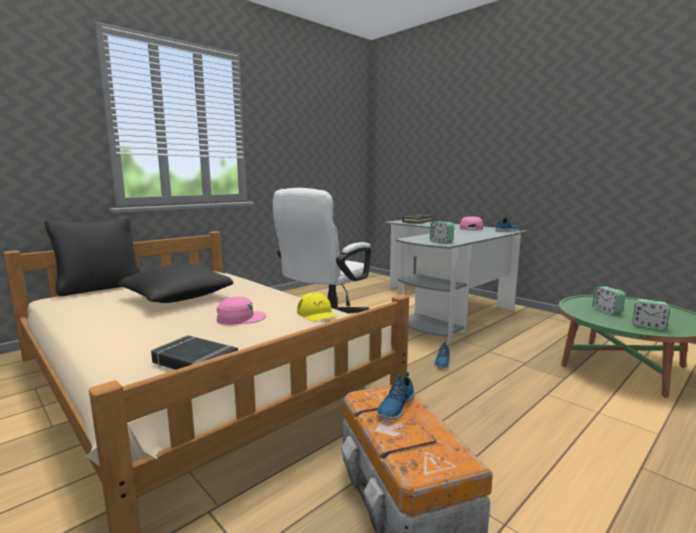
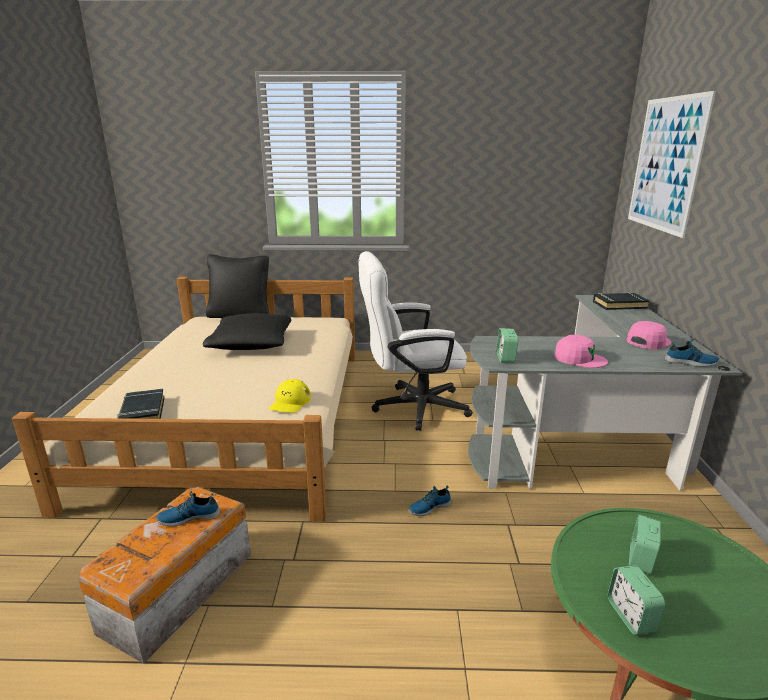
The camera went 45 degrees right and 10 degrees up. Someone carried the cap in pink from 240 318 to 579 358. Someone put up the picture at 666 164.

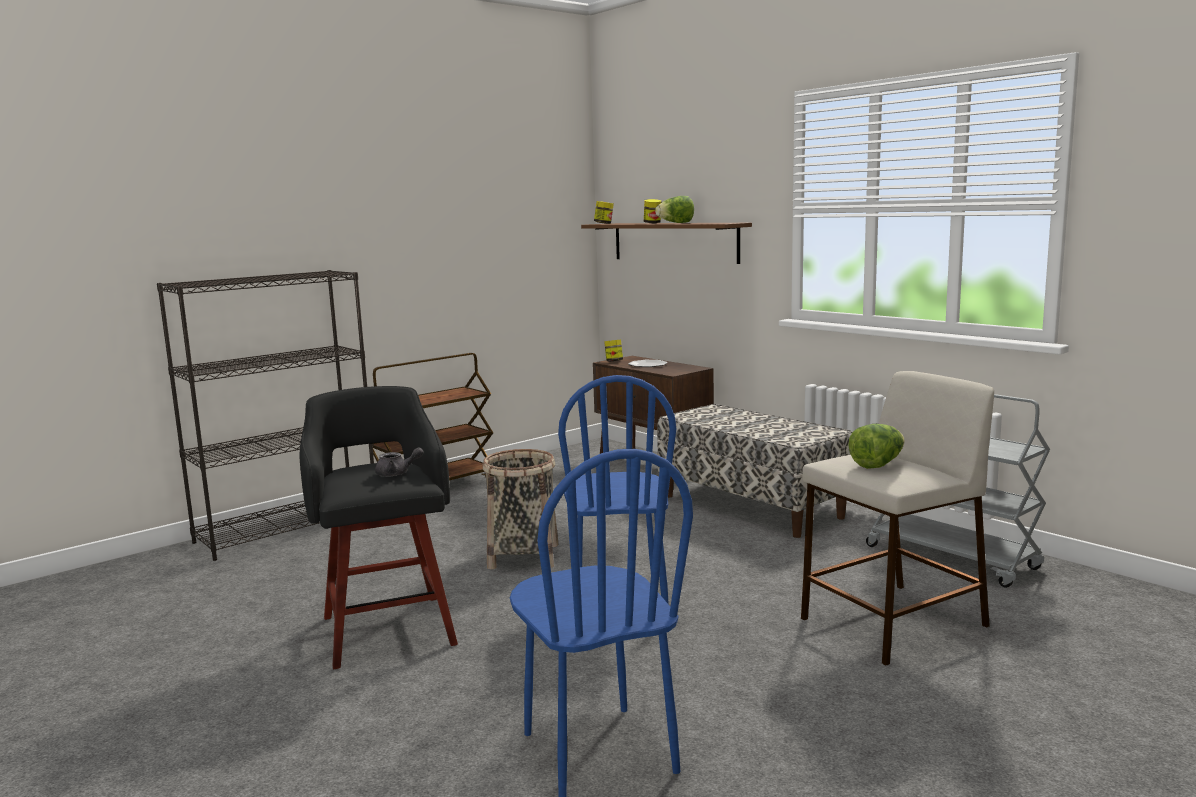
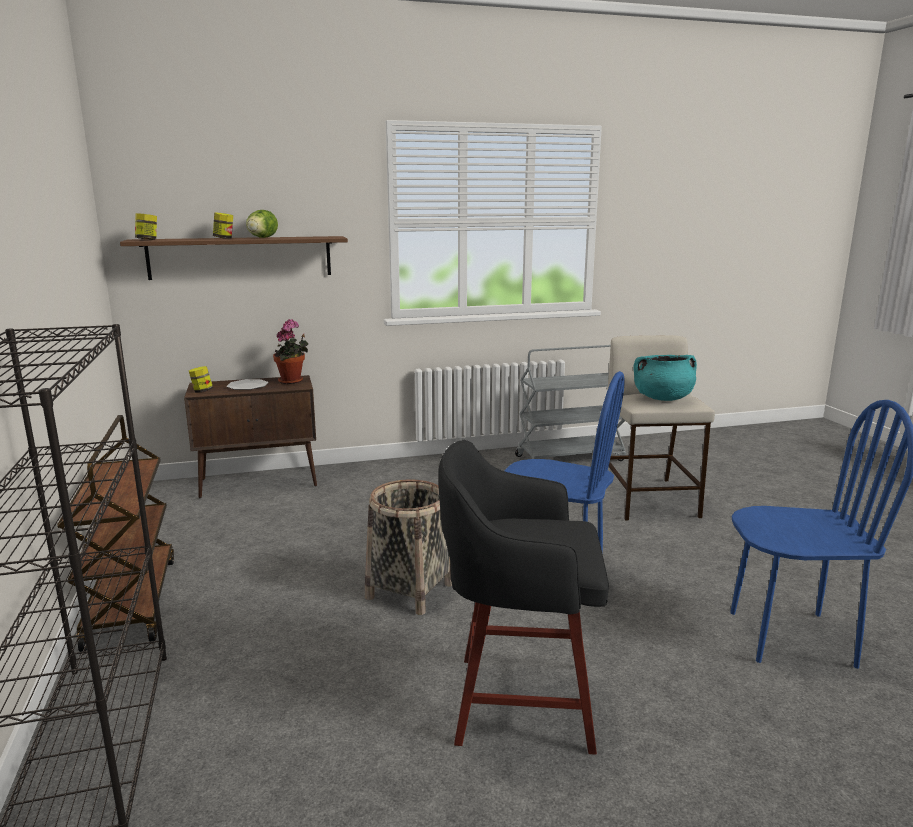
The camera went 65 degrees left and 5 degrees up. Someone put down the potted plant at 292 381. Someone swapped the lettuce at 877 464 for the cooking pot in turquoise at 662 398. Someone took away the teapot in grey at 397 473. Someone took away the bench at 751 506.

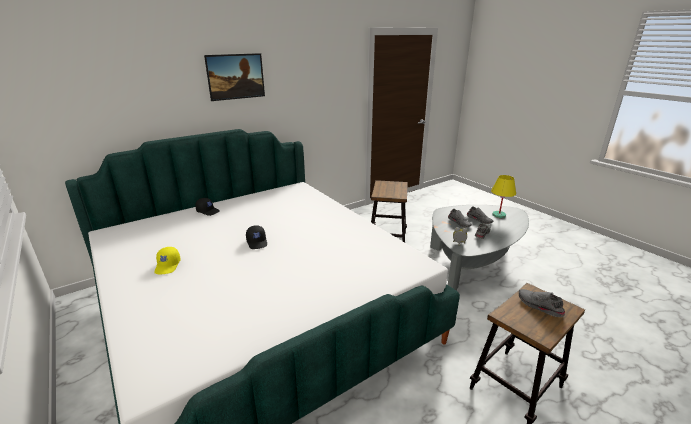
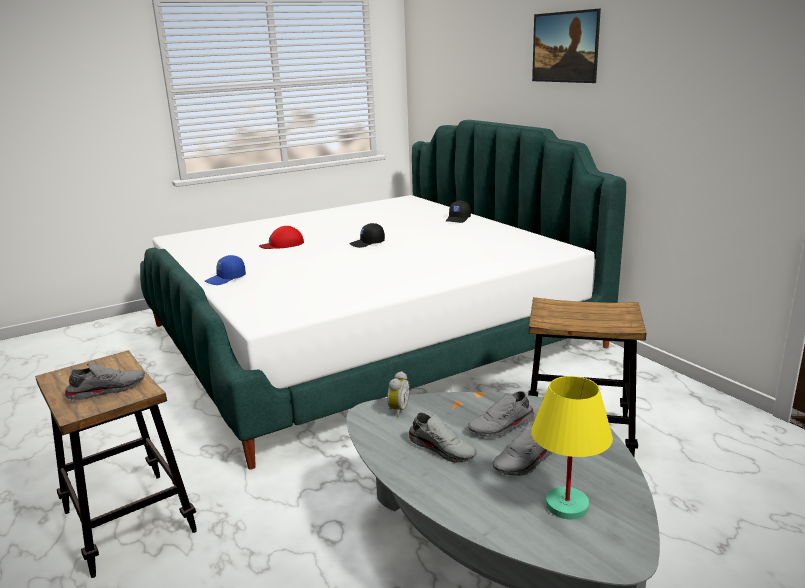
The camera went 95 degrees right and 5 degrees down. Someone put down the cap in blue at 226 279. Someone put down the cap in red at 282 244. Someone took away the cap in yellow at 168 266.

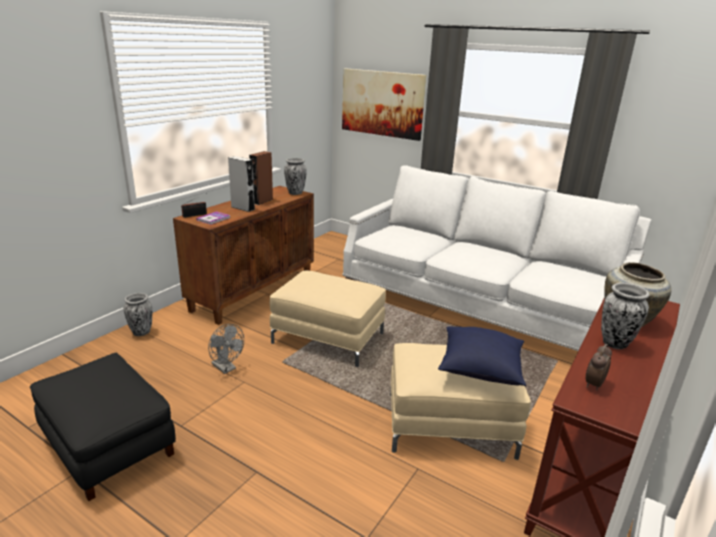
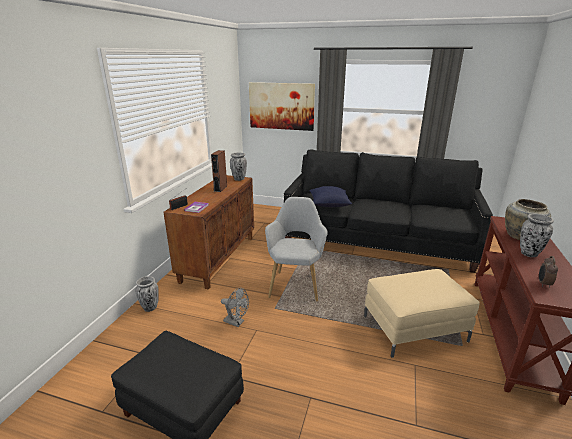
The camera went 15 degrees left and 0 degrees up. Someone swapped the ottoman in beige at 328 338 for the armchair in grey at 295 283. Someone repainted the sofa in white at 478 304, which became the sofa in black at 377 240. Someone carried the pillow in blue from 480 369 to 329 204. Someone took away the speaker in grey at 243 208.

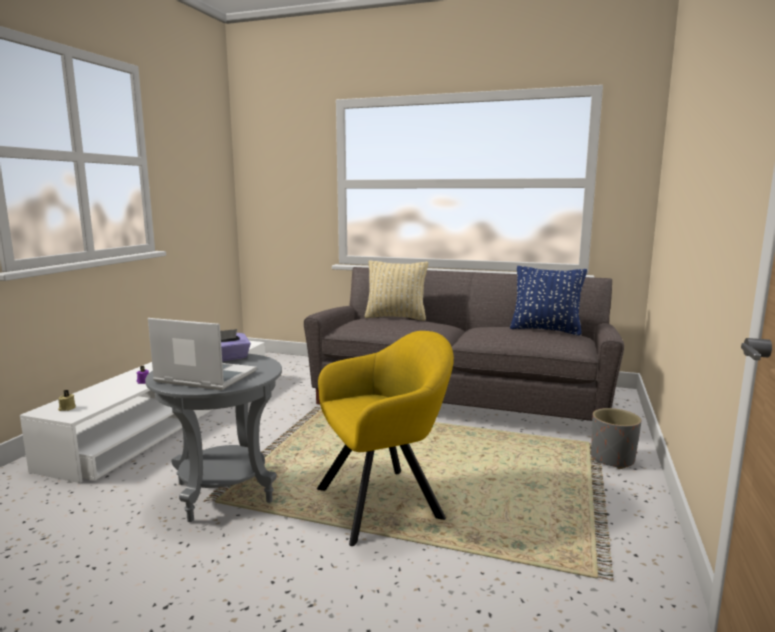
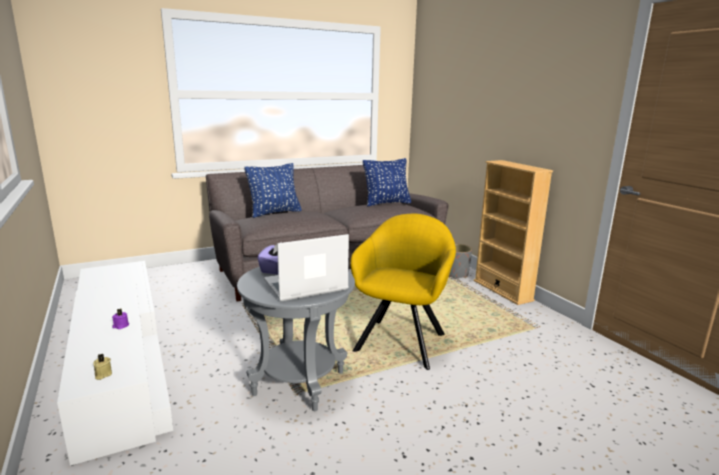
The camera went 45 degrees left and 5 degrees up. Someone repainted the pillow in beige at 396 317, which became the pillow in blue at 274 213. Someone put down the bookcase in beige at 502 290.

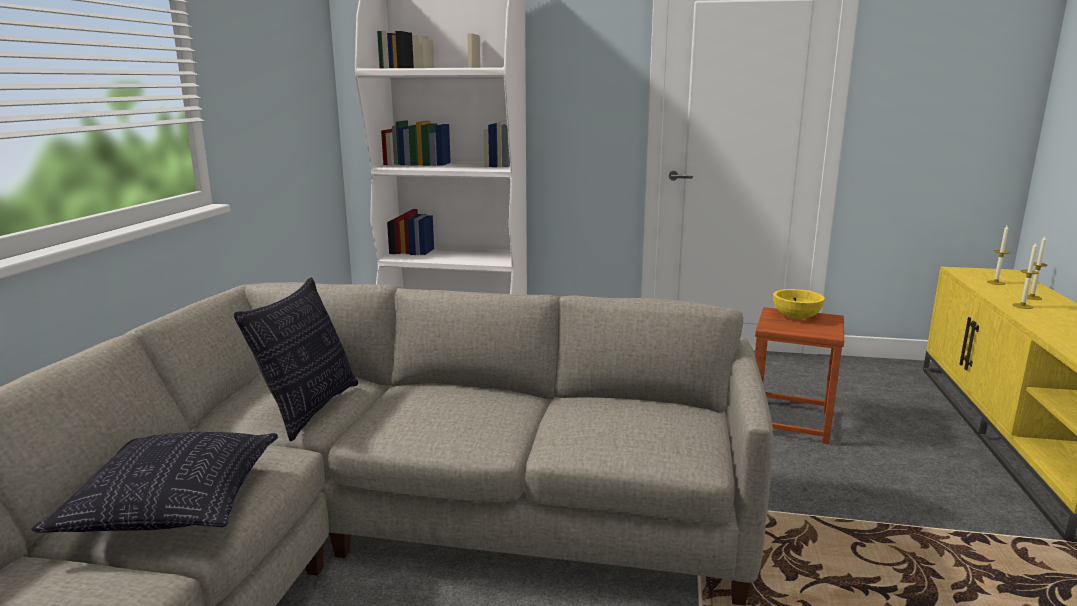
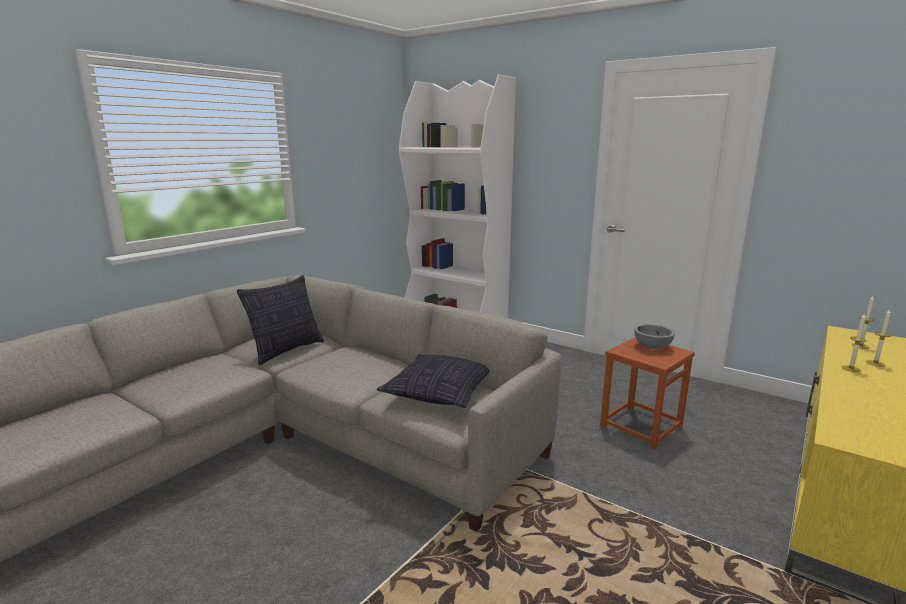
The camera went 25 degrees right and 0 degrees up. Someone carried the pillow from 174 505 to 439 393. Someone repainted the bowl in yellow at 796 316, which became the bowl in grey at 652 346.

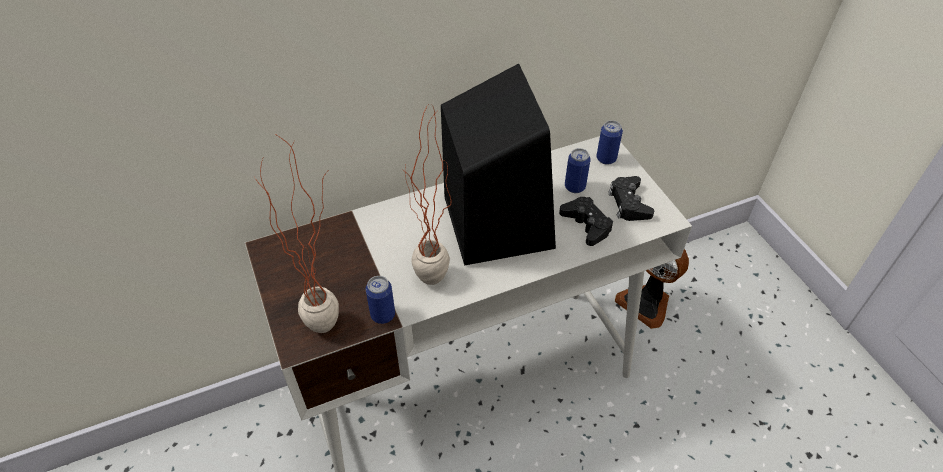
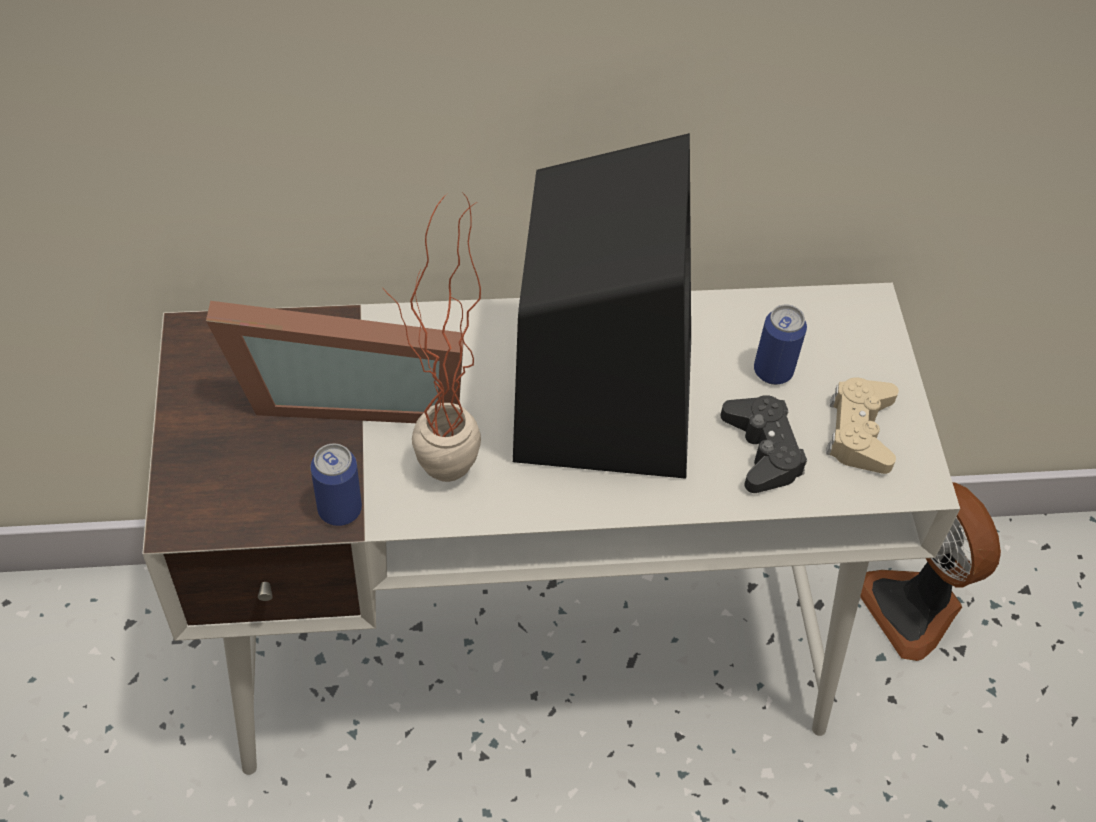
The camera went 15 degrees right and 5 degrees up. Someone put down the picture frame at 349 392. Someone repainted the game controller in black at 629 203, which became the game controller in beige at 860 431. Someone took away the potted plant at 330 316. Someone took away the can at 606 158.

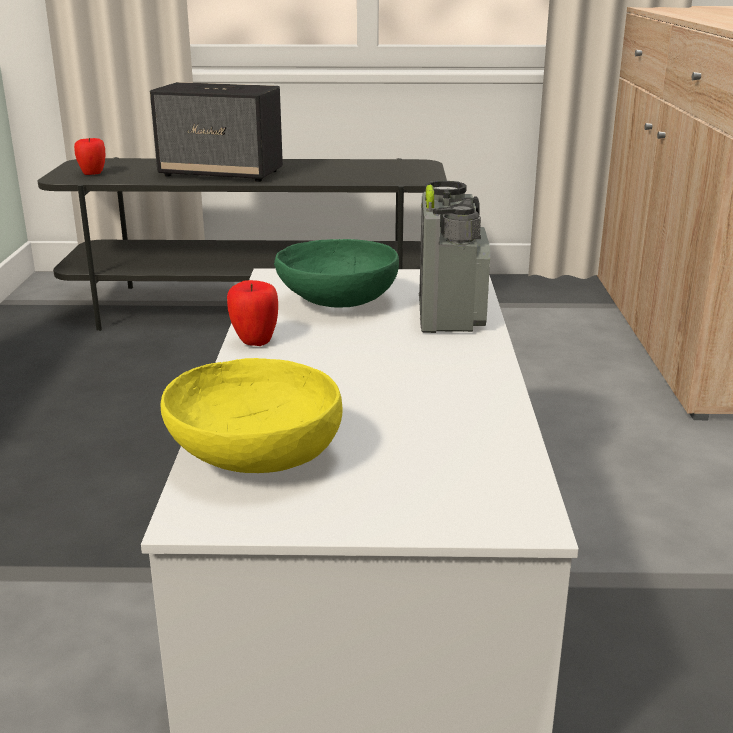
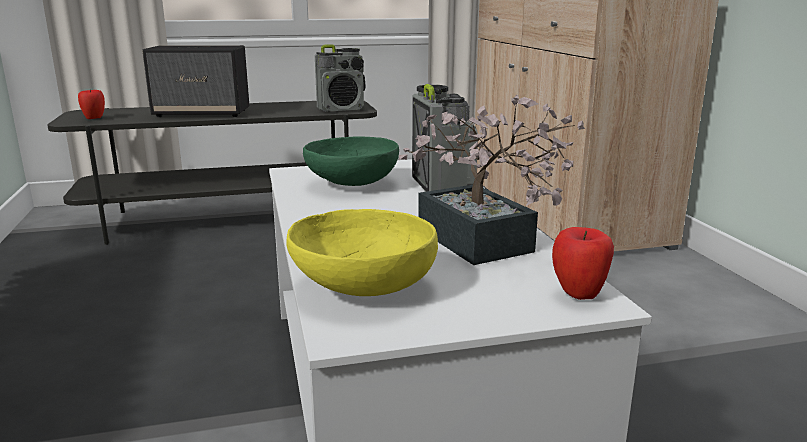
The camera went 15 degrees left and 5 degrees down. Someone put down the radio at 341 109. Someone put down the potted plant at 480 245. Someone carried the apple from 254 342 to 578 295.

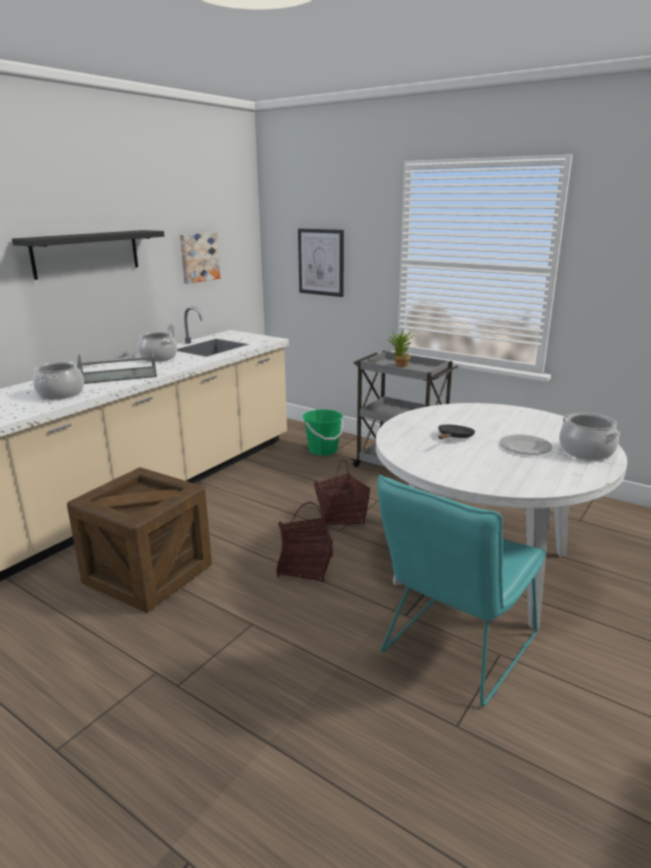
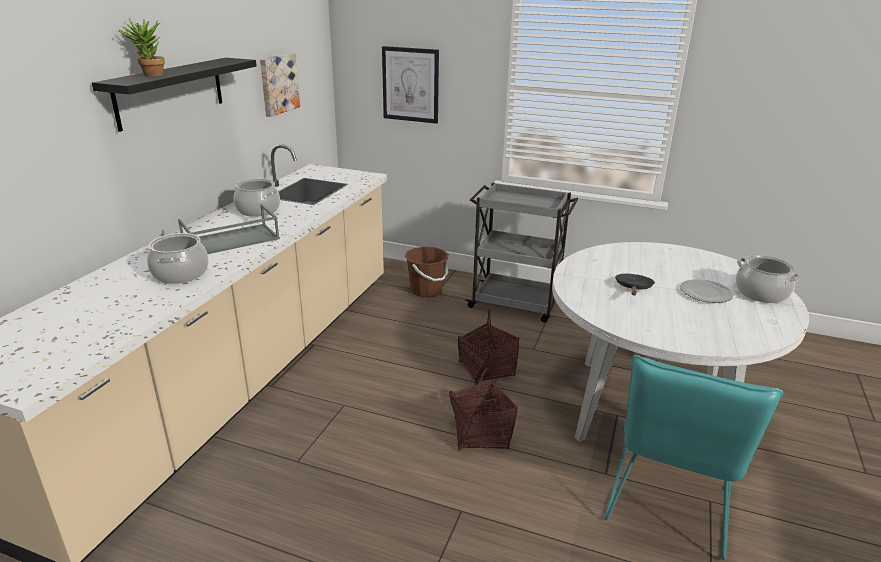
The camera went 15 degrees left and 5 degrees up. Someone carried the potted plant from 399 366 to 149 75. Someone repainted the bucket in green at 323 450, which became the bucket in brown at 426 291. Someone took away the crate at 148 574.

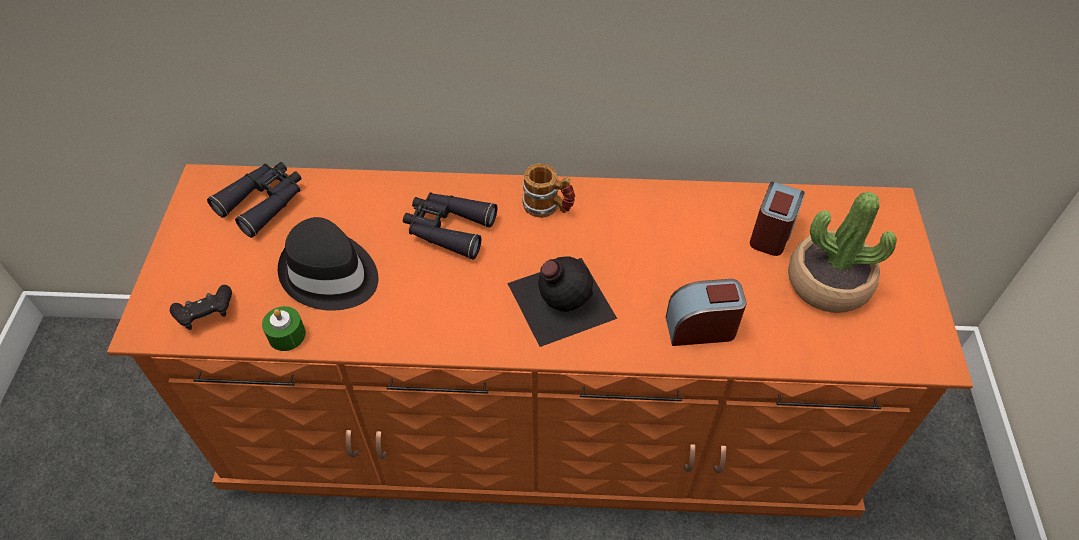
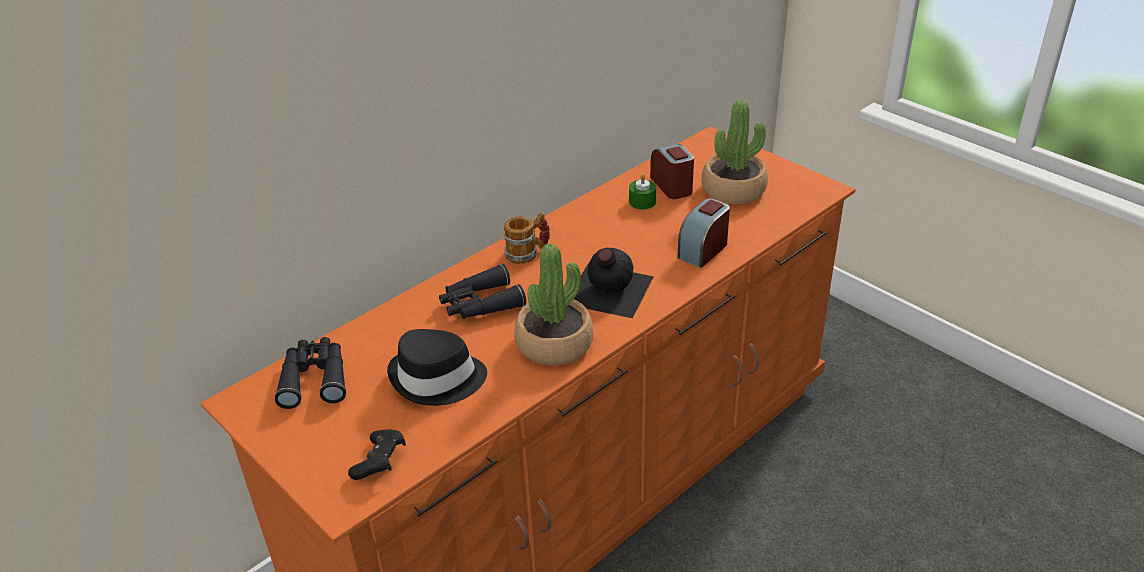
The camera went 45 degrees left and 15 degrees down. Someone put down the potted plant at 554 343. Someone carried the candle in green from 287 335 to 642 202.

